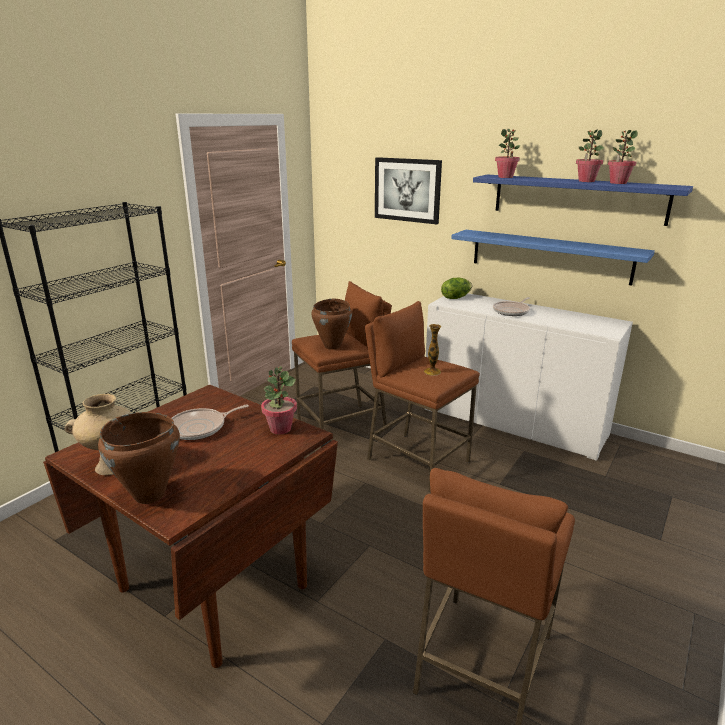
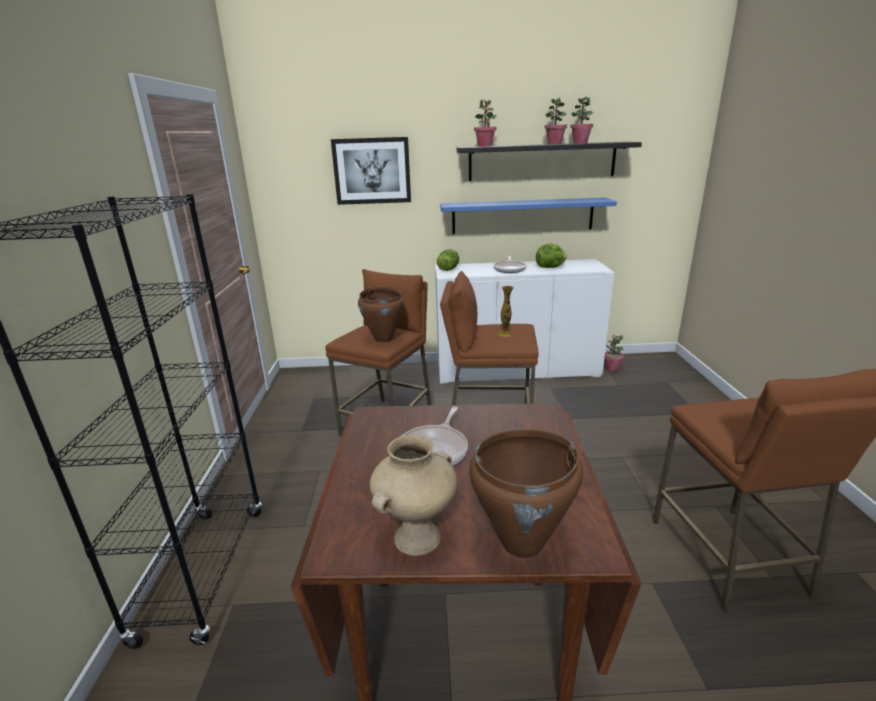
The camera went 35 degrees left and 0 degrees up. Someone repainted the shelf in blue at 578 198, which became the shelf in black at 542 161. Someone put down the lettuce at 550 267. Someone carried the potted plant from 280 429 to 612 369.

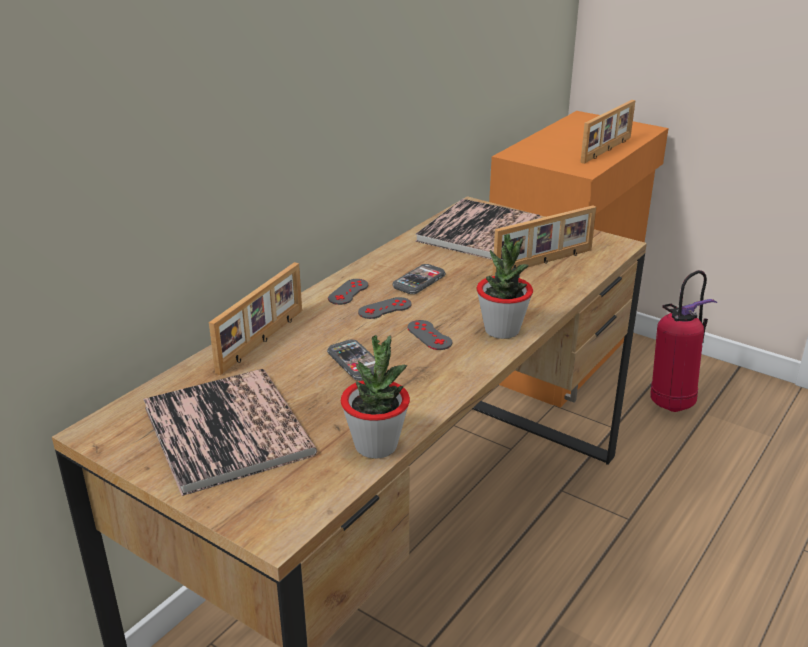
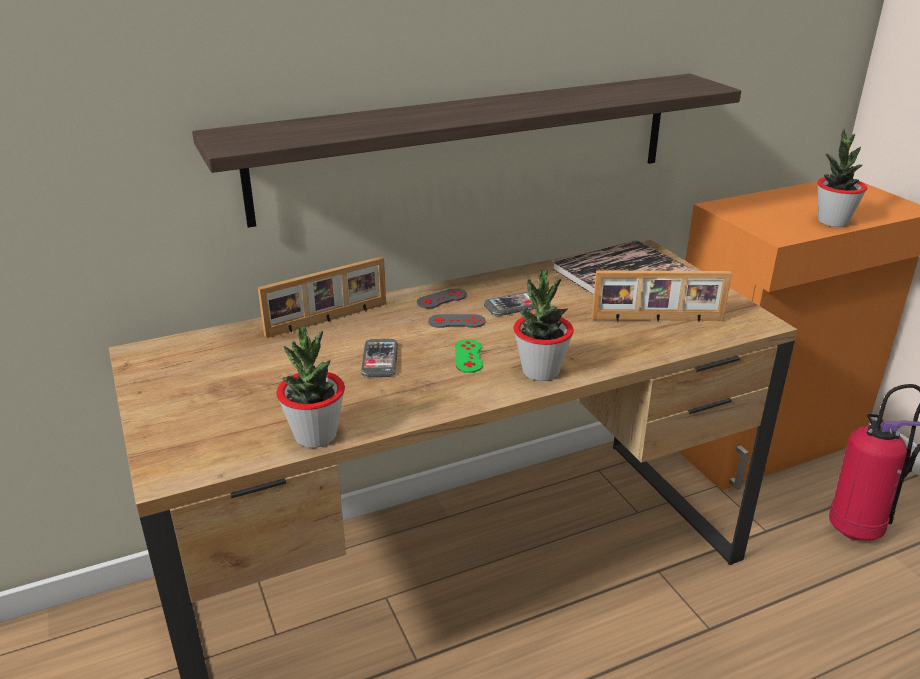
The camera went 30 degrees right and 0 degrees up. Someone put up the shelf at 469 146. Someone repainted the game controller in grey at 429 335, which became the game controller in green at 468 356. Someone swapped the picture frame at 607 150 for the potted plant at 832 221. Someone took away the book at 228 430.

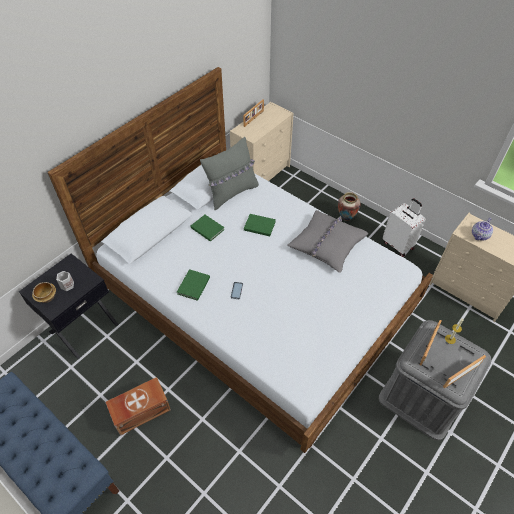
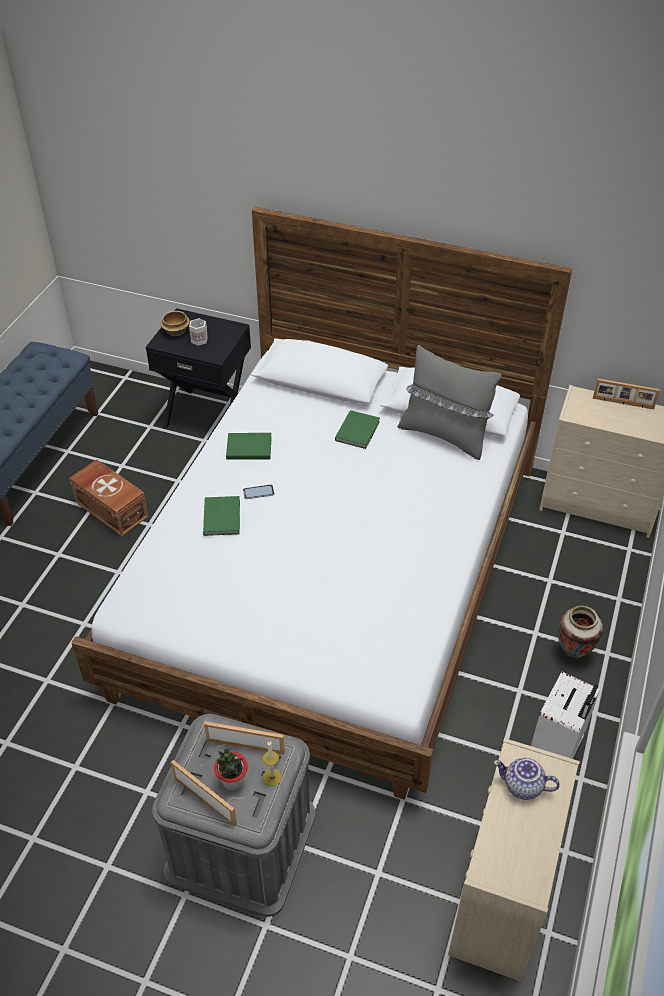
The camera went 70 degrees right and 5 degrees down. Someone carried the book in green from 259 225 to 222 516. Someone put down the potted plant at 232 781. Someone took away the pillow in grey at 327 244.

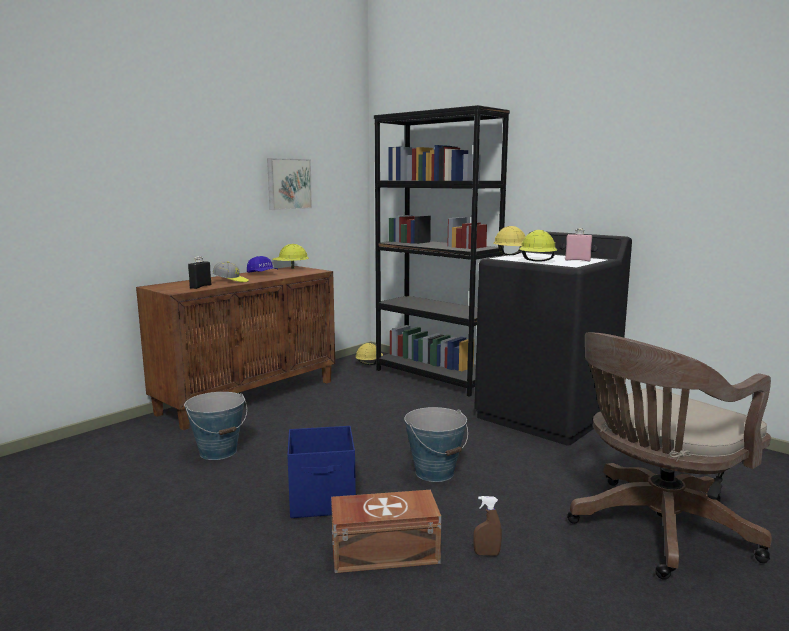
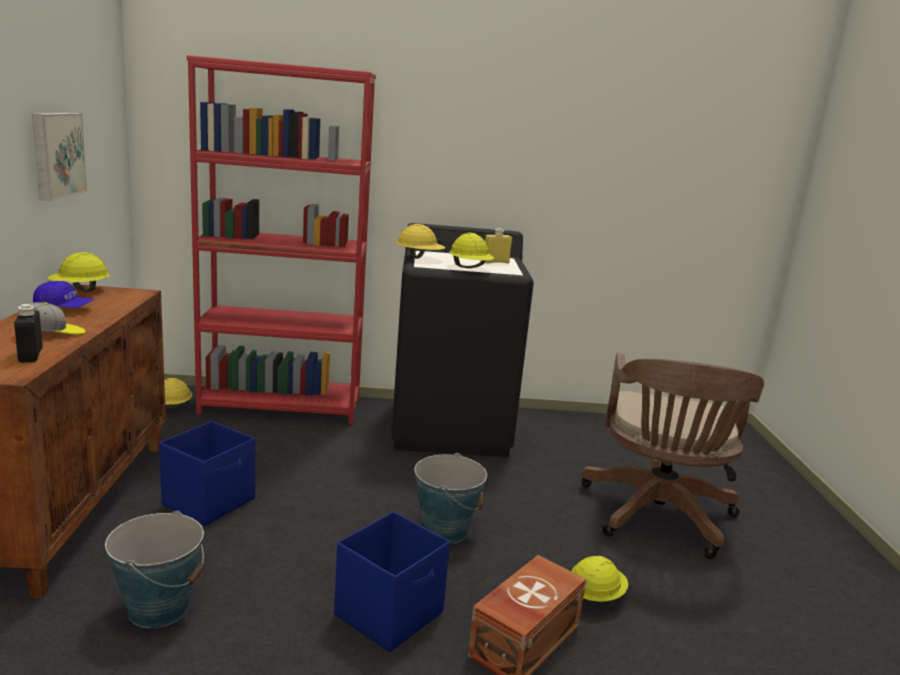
The camera went 45 degrees left and 5 degrees up. Someone put down the storage box in blue at 210 501. Someone repainted the bookcase in black at 435 376, which became the bookcase in red at 281 406. Someone repainted the bottle in pink at 577 260, which became the bottle in yellow at 496 262. Someone swapped the spray bottle in brown at 486 554 for the hard hat in yellow at 595 597.

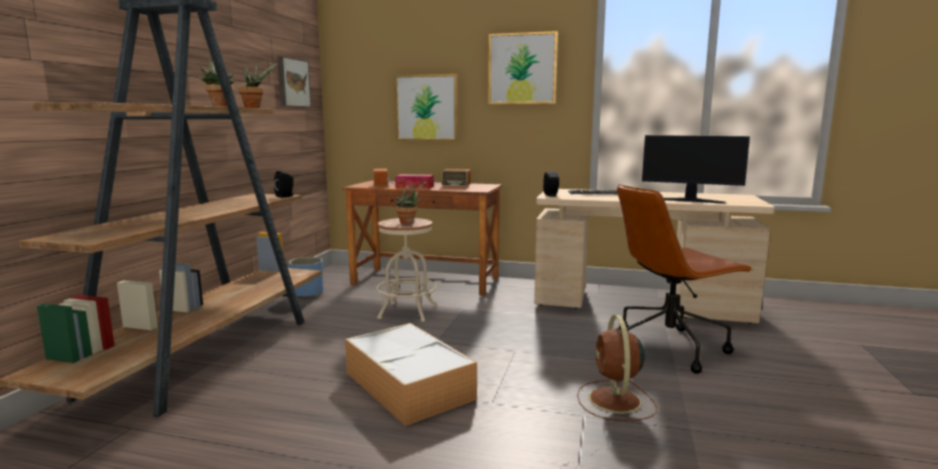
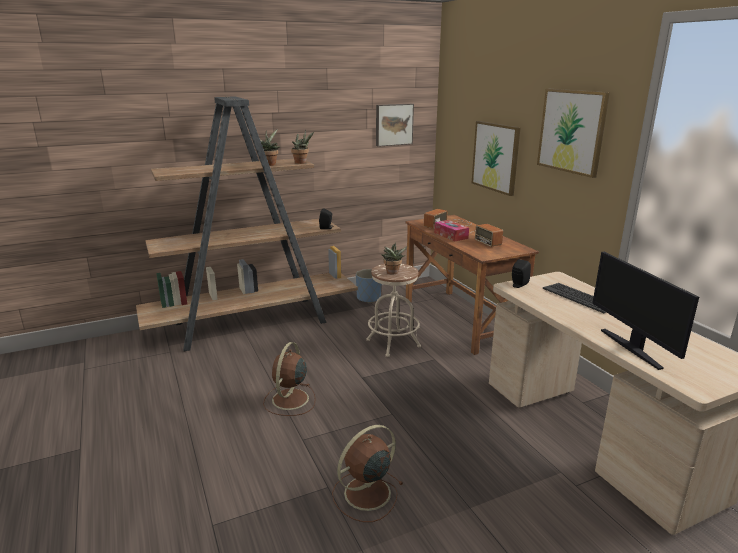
The camera went 50 degrees right and 10 degrees up. Someone swapped the storage box at 410 386 for the fan in brown at 289 400. Someone took away the office chair in brown at 669 347.

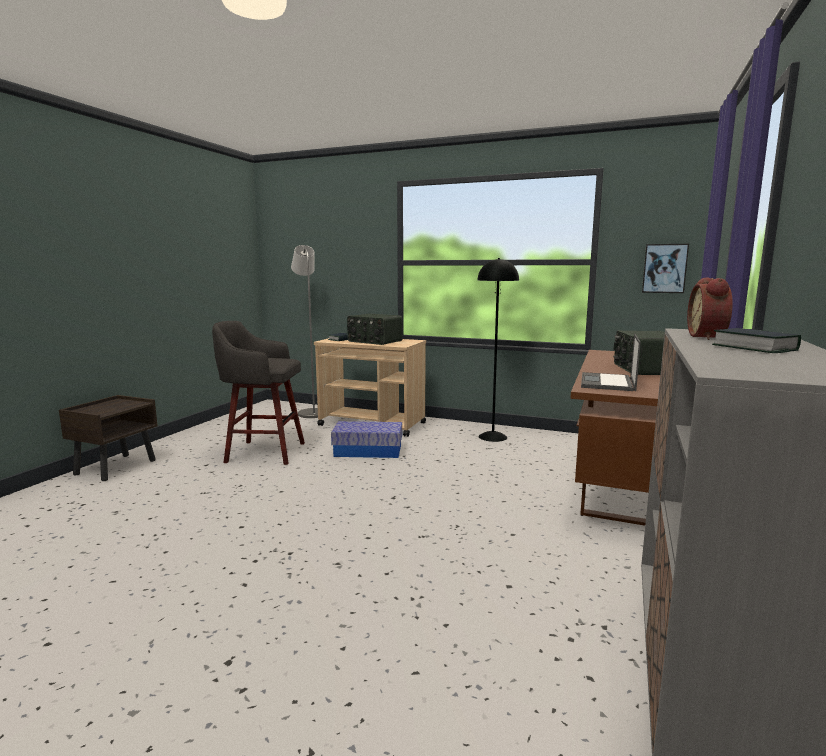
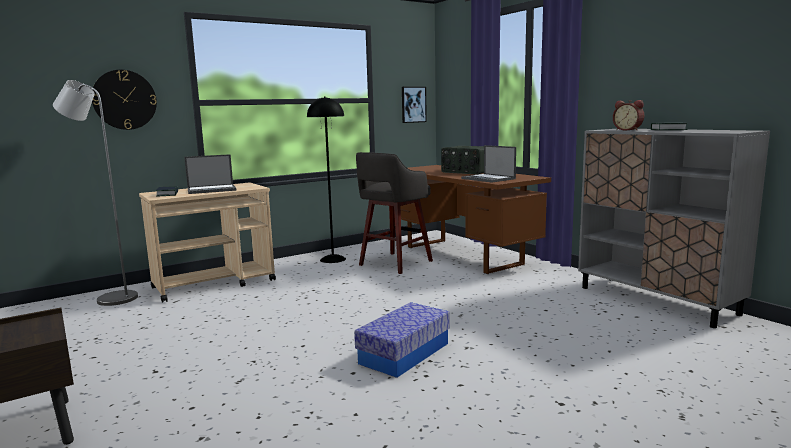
The camera went 55 degrees left and 0 degrees up. Someone put up the wall clock at 124 100. Someone swapped the radio at 374 341 for the laptop at 212 189. Someone carried the storage box from 368 451 to 404 353. Someone carried the stool in grey from 263 452 to 394 263.

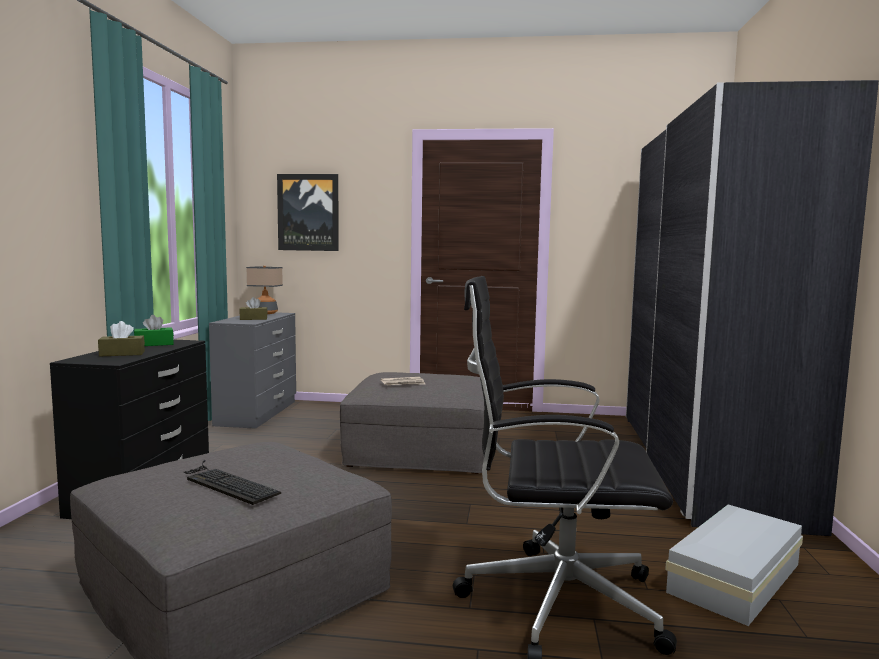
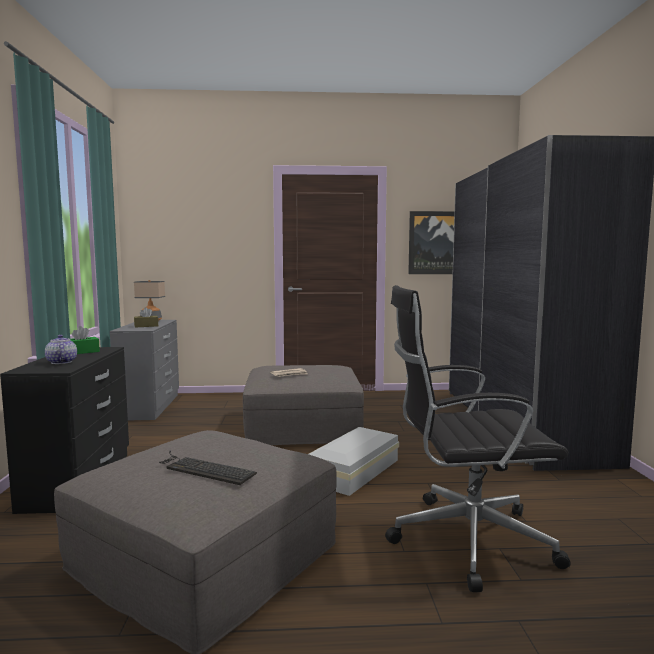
The camera went 10 degrees left and 0 degrees up. Someone swapped the tissue box in brown at 122 354 for the teapot at 61 362. Someone carried the storage box in white from 738 578 to 356 470. Someone carried the picture from 308 212 to 434 243.

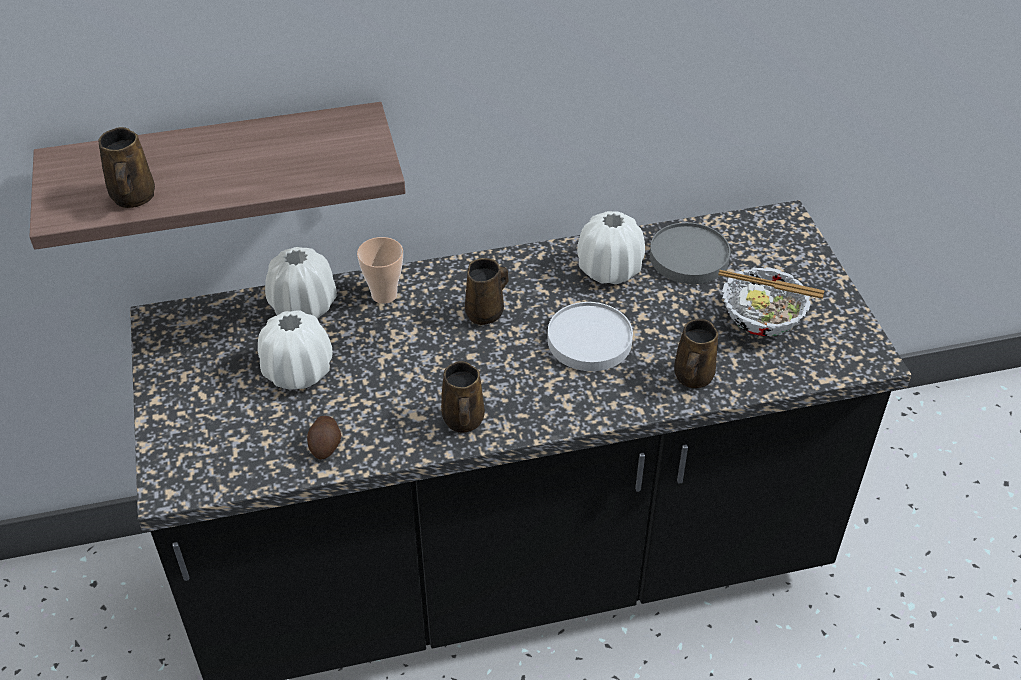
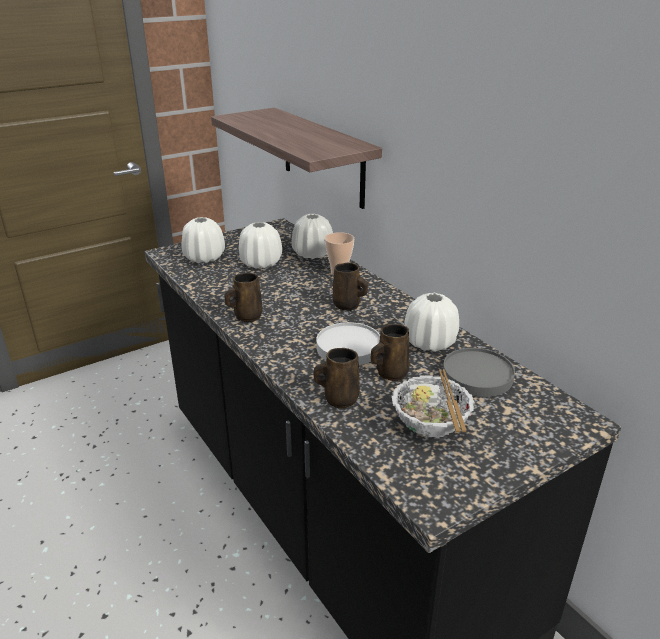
The camera went 70 degrees right and 15 degrees down. Someone put down the vase in white at 204 258. Someone carried the mug in brown from 133 198 to 390 373. Someone took away the potato at 326 445.

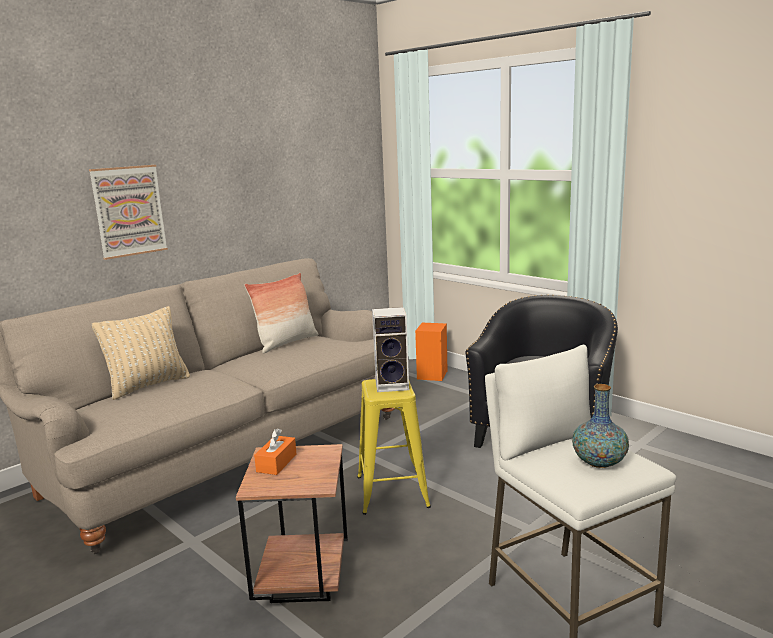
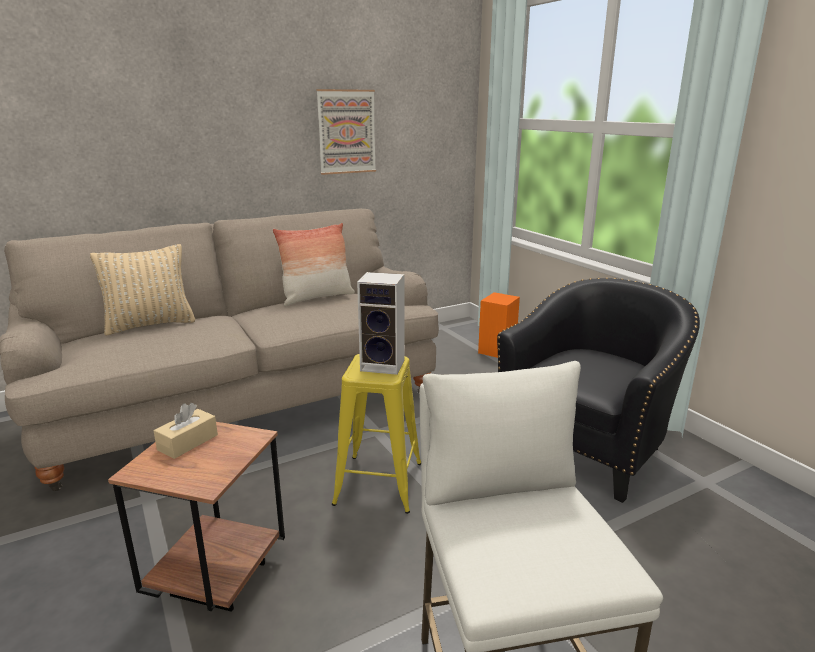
The camera went 15 degrees right and 5 degrees up. Someone repainted the tissue box in orange at 276 463, which became the tissue box in beige at 188 442. Someone carried the picture from 129 211 to 346 132. Someone took away the vase at 599 462.

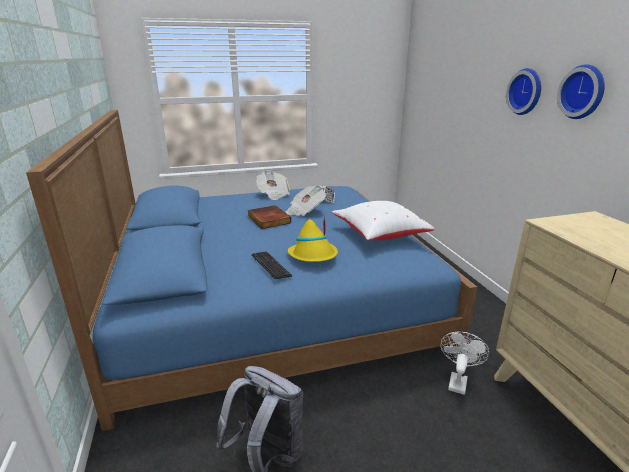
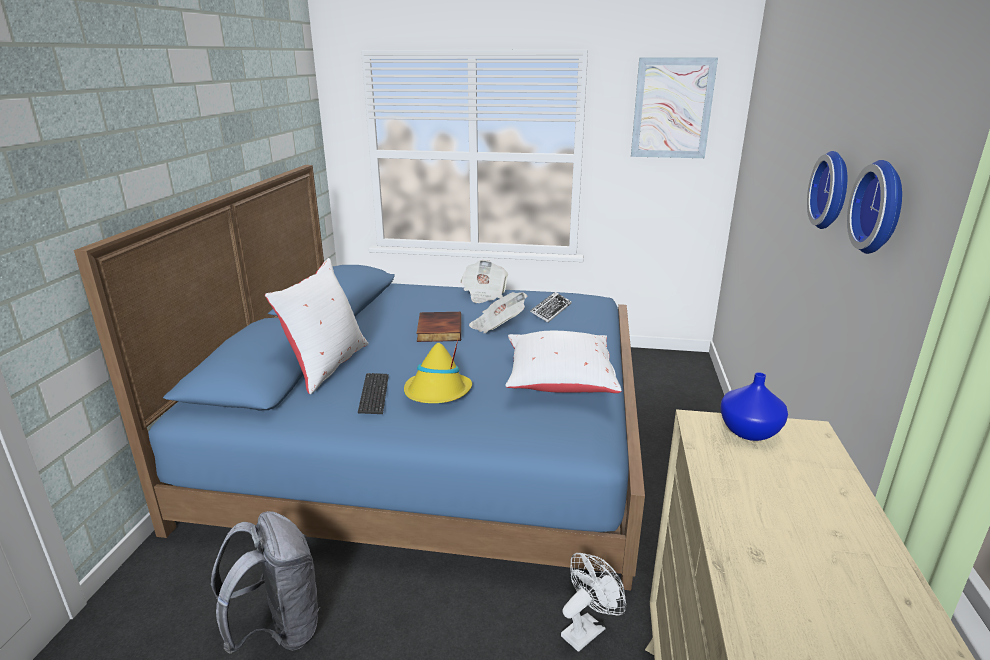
The camera went 25 degrees right and 0 degrees up. Someone put down the pillow in white at 327 365. Someone put up the picture at 672 108. Someone put down the vase in blue at 749 430.

